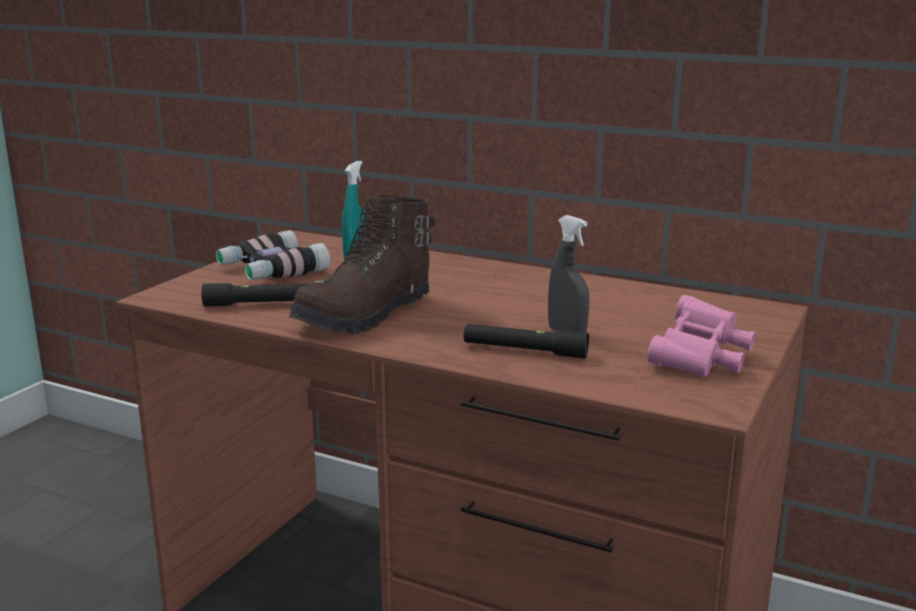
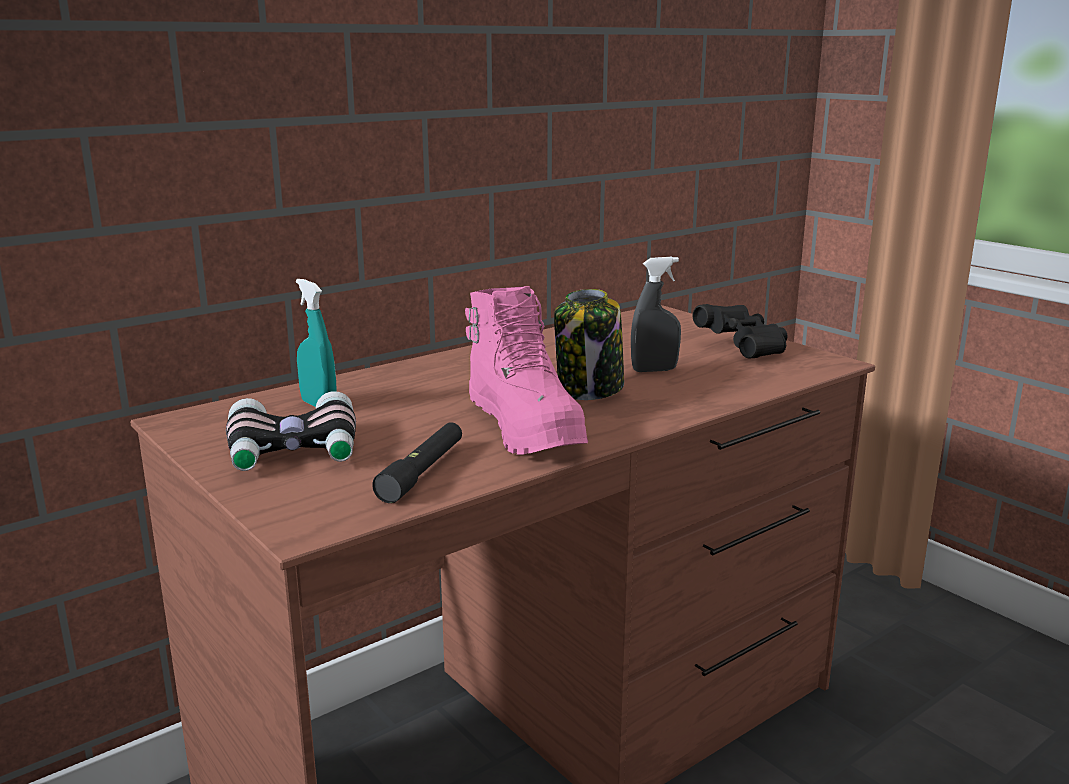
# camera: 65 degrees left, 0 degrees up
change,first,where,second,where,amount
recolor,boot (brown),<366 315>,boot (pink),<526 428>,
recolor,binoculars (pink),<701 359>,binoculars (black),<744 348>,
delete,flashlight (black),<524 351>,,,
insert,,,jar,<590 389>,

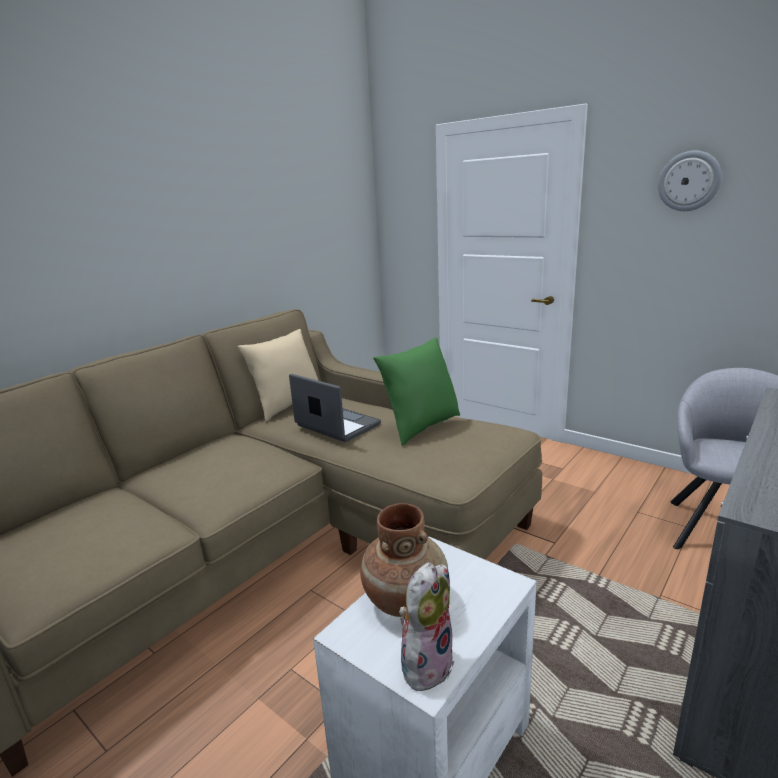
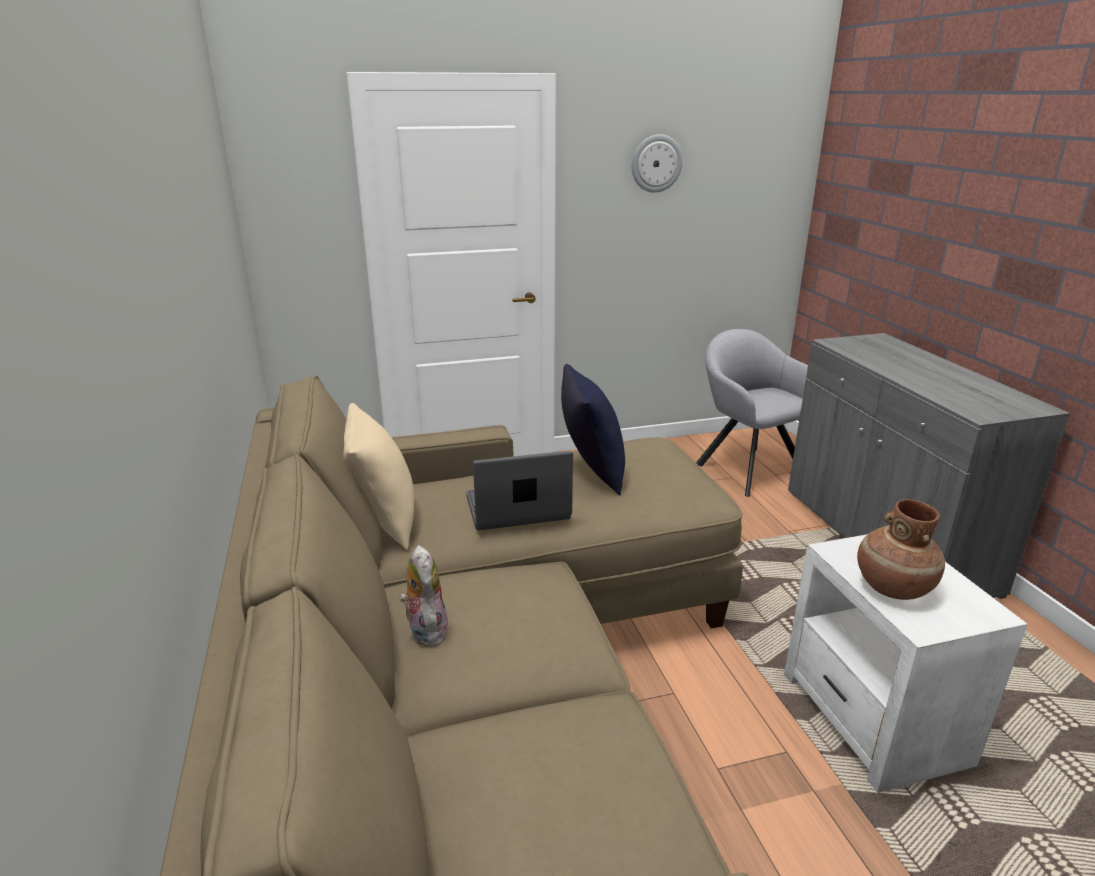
# camera: 55 degrees left, 5 degrees up
change,first,where,second,where,amount
recolor,pillow (green),<421 427>,pillow (blue),<591 471>,
move,plush toy,<426 663>,,<425 630>,

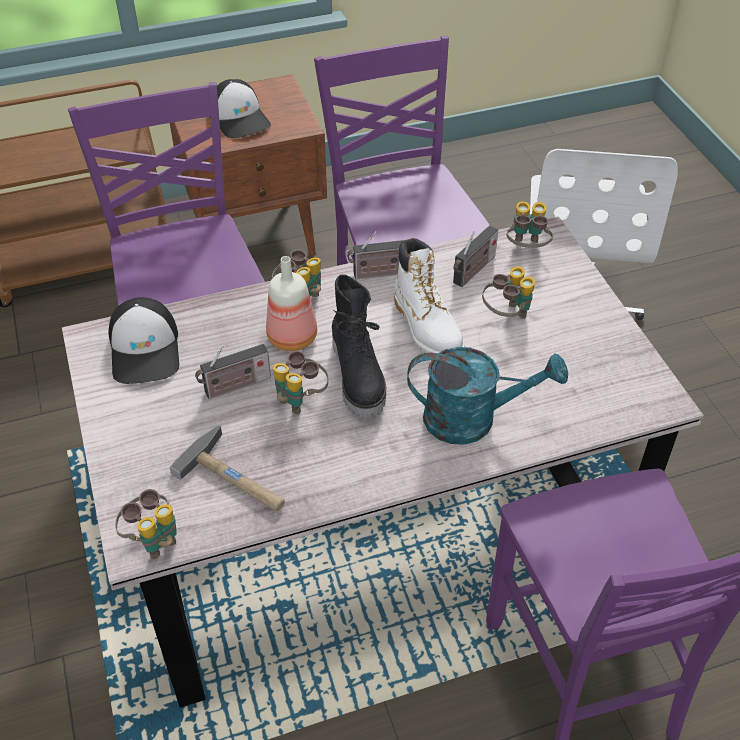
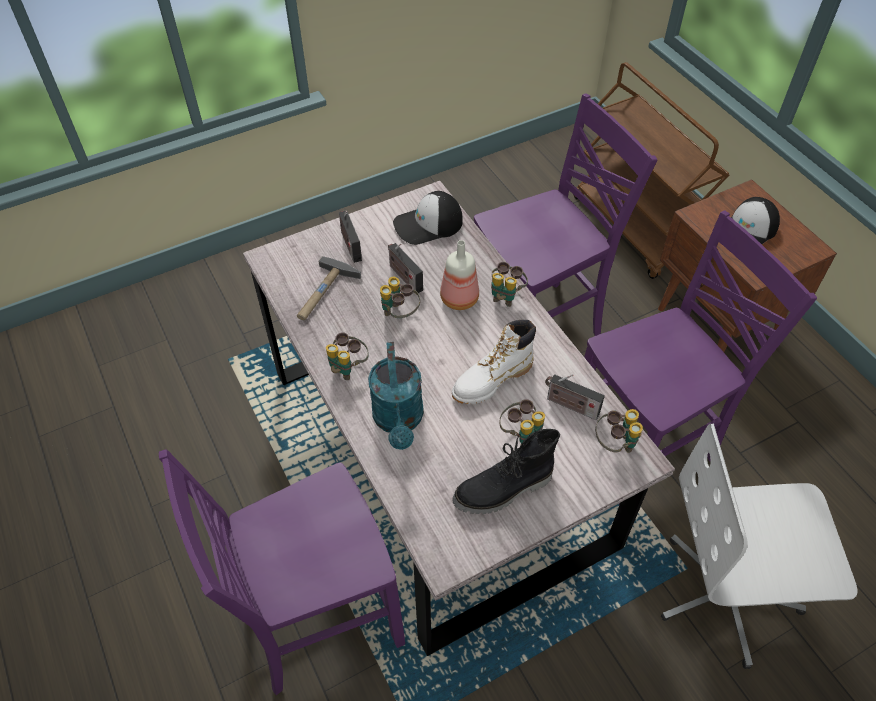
# camera: 80 degrees right, 5 degrees up
change,first,where,second,where,amount
move,radio,<380 273>,,<350 244>,
move,boot (black),<359 377>,,<503 491>,
move,binoculars,<153 539>,,<348 367>,

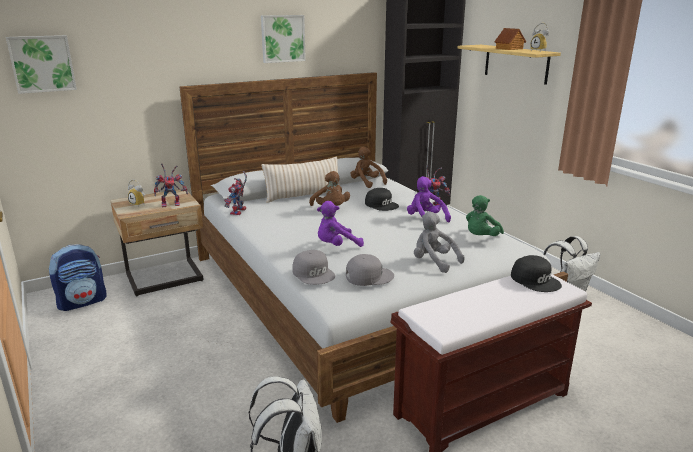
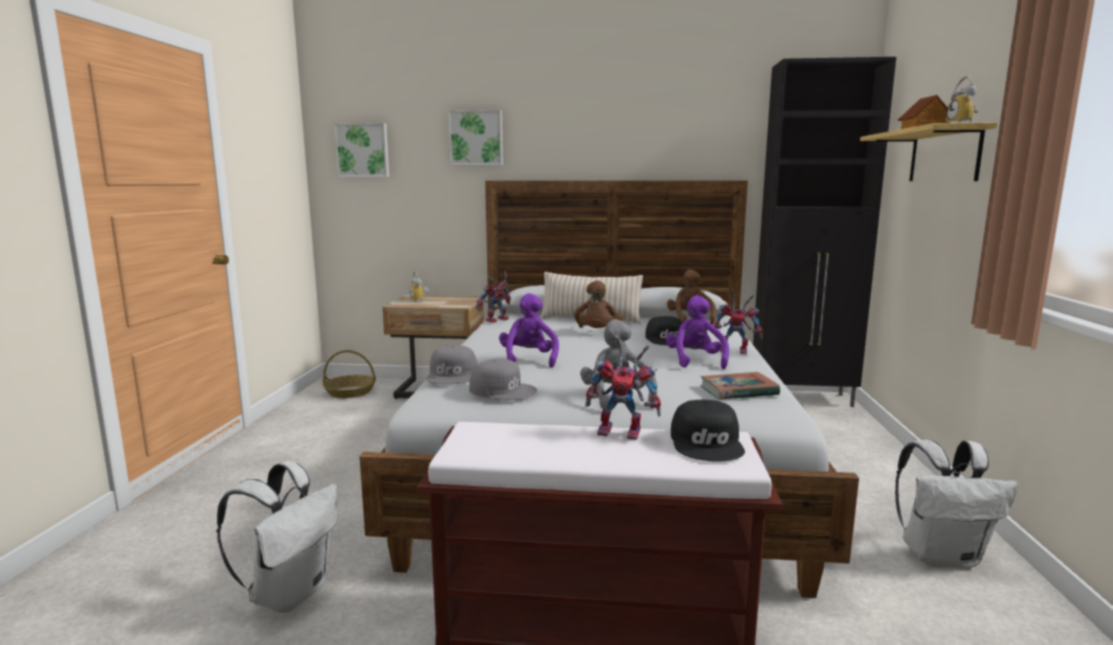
# camera: 35 degrees right, 10 degrees down
change,first,where,second,where,amount
move,picture,<282 38>,,<476 138>,
move,toy robot,<172 204>,,<624 432>,
replace,plush toy (green),<481 237>,book,<738 391>,
rotate,plush toy (purple),<336 246>,,<529 360>,75 degrees clockwise
replace,backpack,<82 302>,basket,<350 392>,

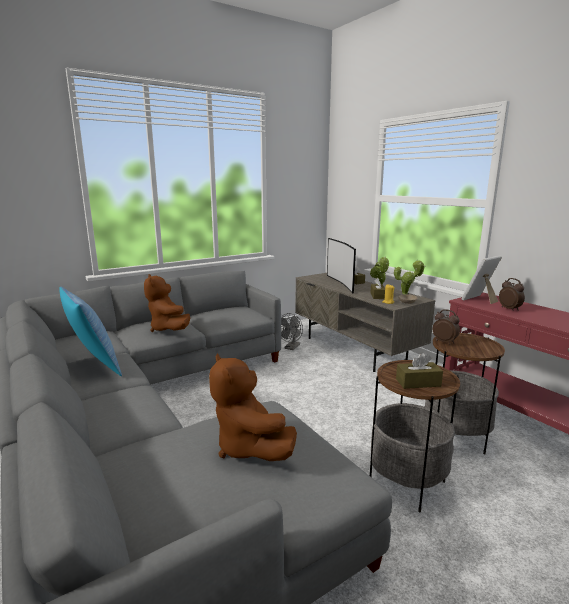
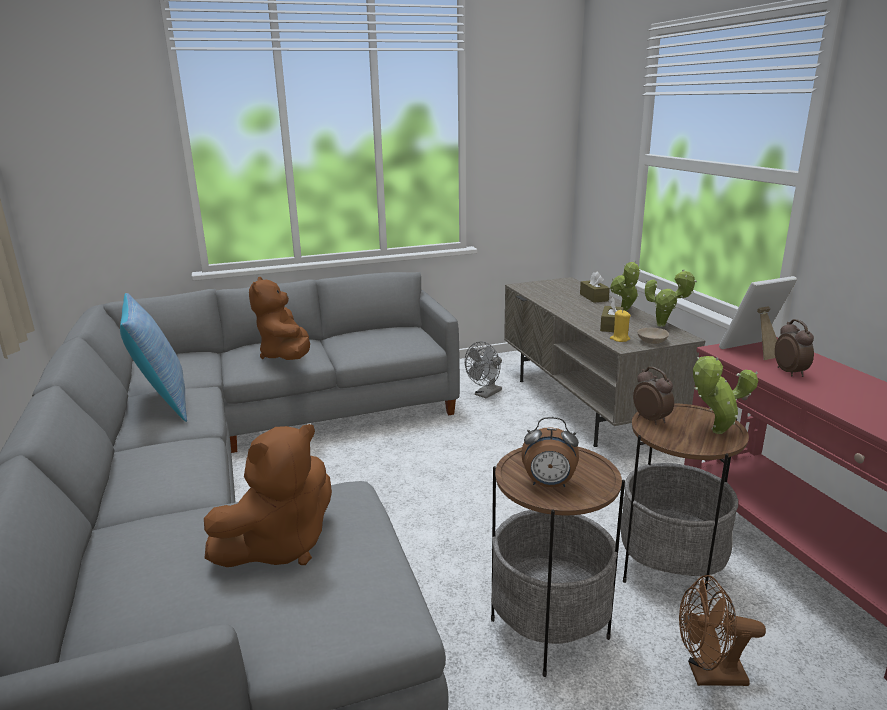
# camera: 15 degrees right, 5 degrees up
change,first,where,second,where,amount
delete,television,<342 283>,,,
rotate,plush toy (brown),<249 447>,,<280 546>,120 degrees counterclockwise
replace,tissue box (brown),<418 382>,alarm clock,<549 484>,
insert,,,potted plant,<714 432>,
insert,,,fan (brown),<708 675>,

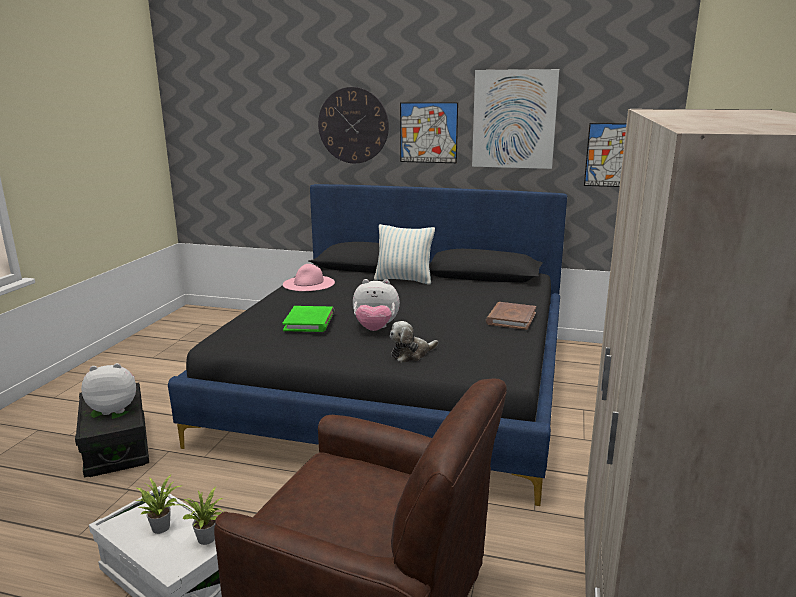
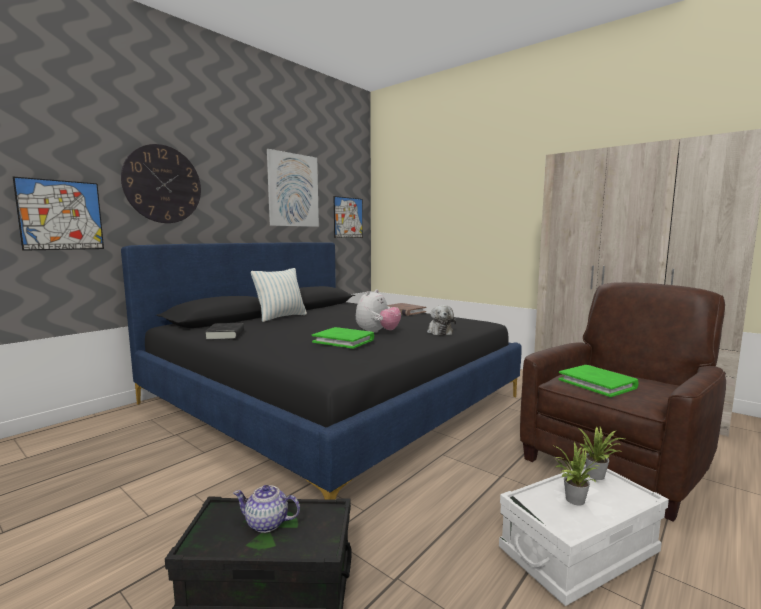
# camera: 65 degrees left, 10 degrees down
change,first,where,second,where,amount
move,picture,<428 132>,,<61 215>,
replace,hat (pink),<308 283>,book (black),<225 335>,
replace,plush toy,<114 408>,teapot,<267 523>,
insert,,,book (green),<597 383>,

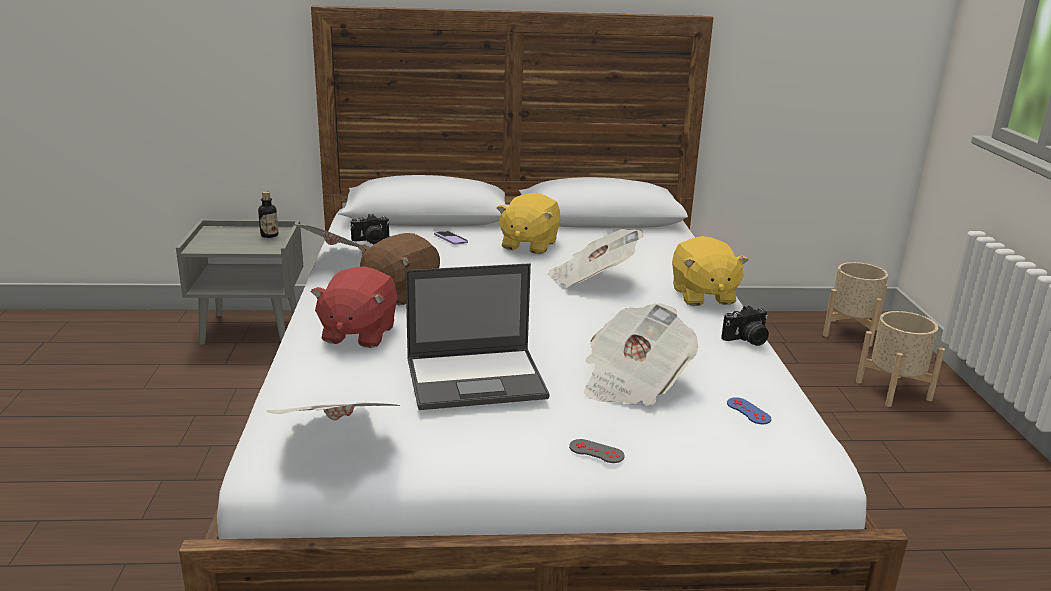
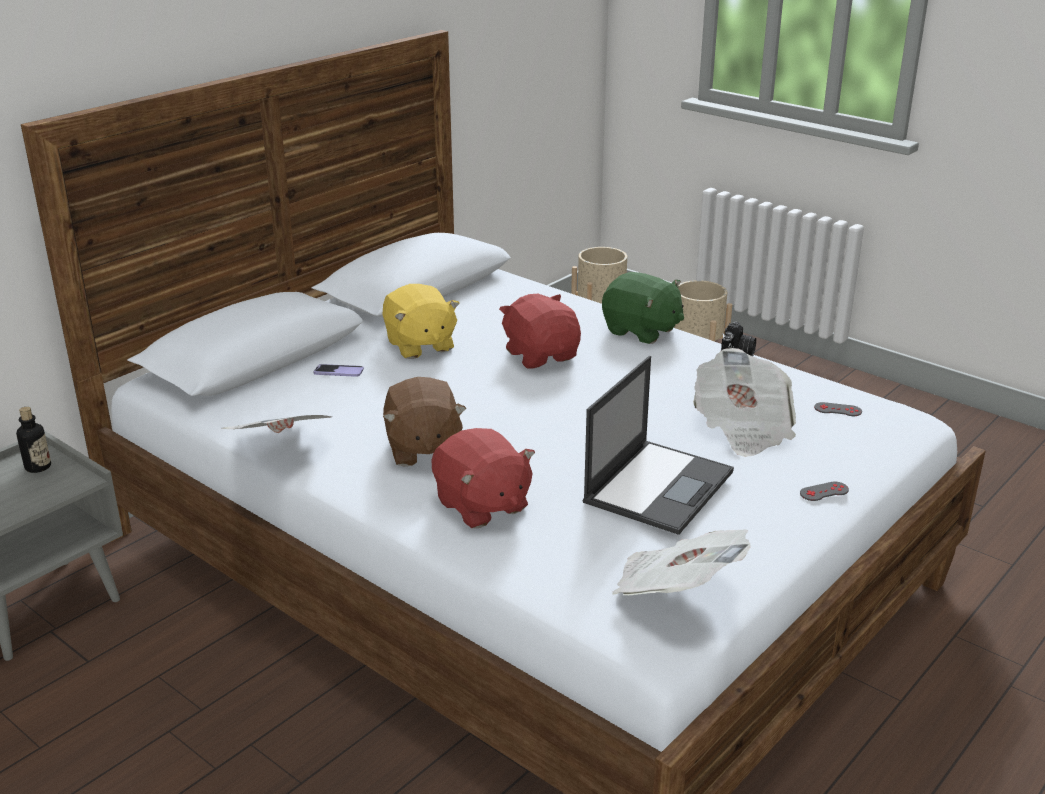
# camera: 45 degrees left, 5 degrees up
change,first,where,second,where,amount
delete,photo camera,<371 241>,,,
replace,newspaper,<592 279>,plush toy (red),<541 355>,
recolor,plush toy (yellow),<702 295>,plush toy (green),<641 331>,
recolor,game controller (blue),<748 411>,game controller (grey),<837 410>,

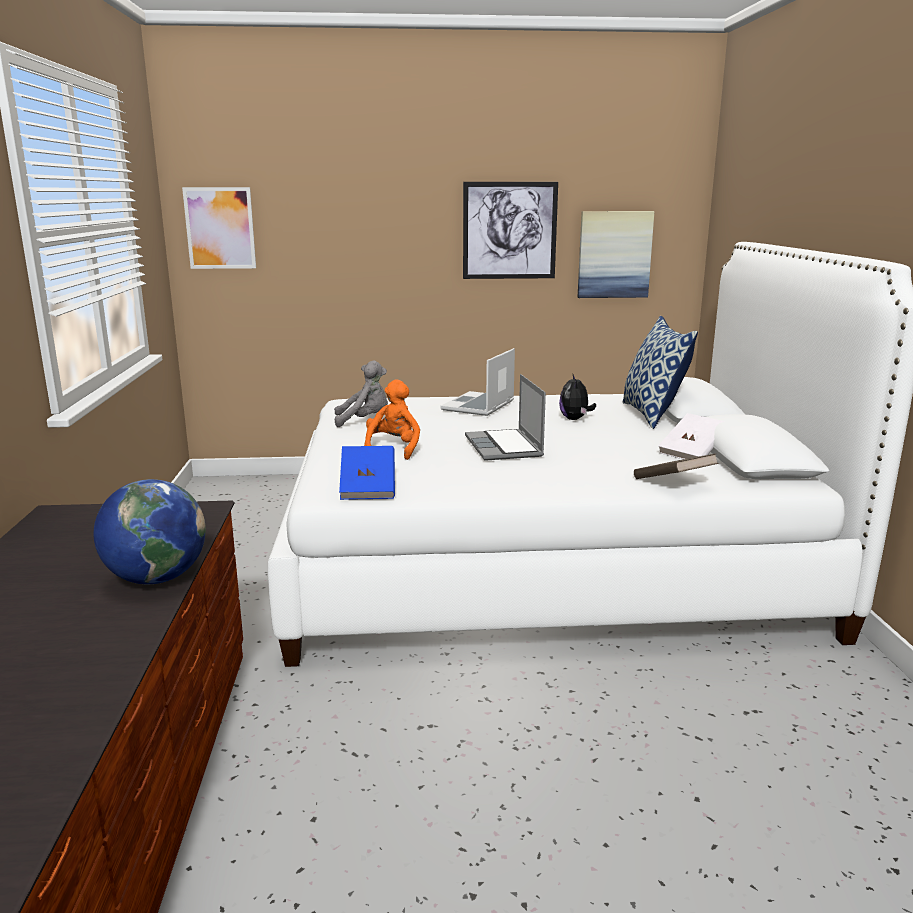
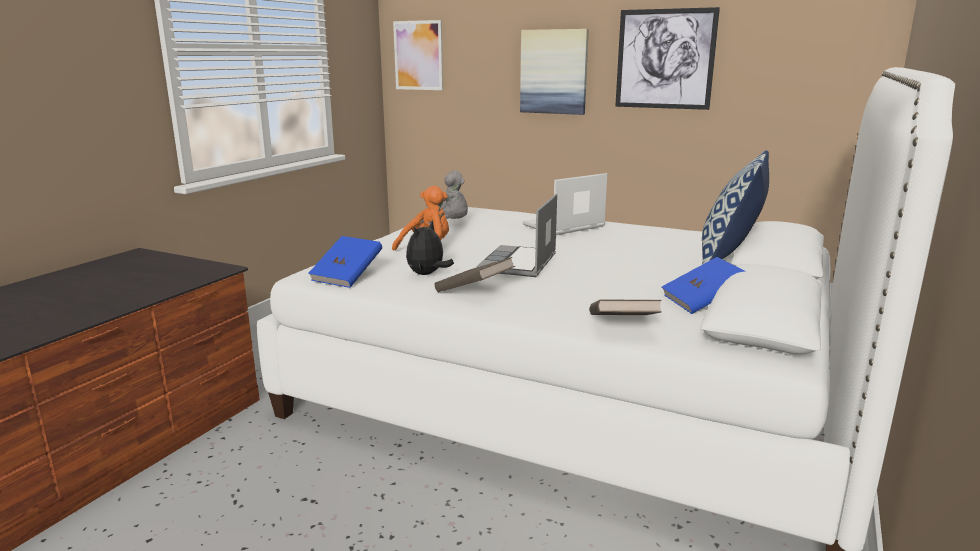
# camera: 30 degrees right, 0 degrees up
change,first,where,second,where,amount
move,picture,<614 254>,,<554 72>,
move,plush toy,<575 419>,,<427 274>,
recolor,book (white),<692 453>,book (blue),<703 302>,
delete,globe,<156 578>,,,
insert,,,book (brown),<474 292>,

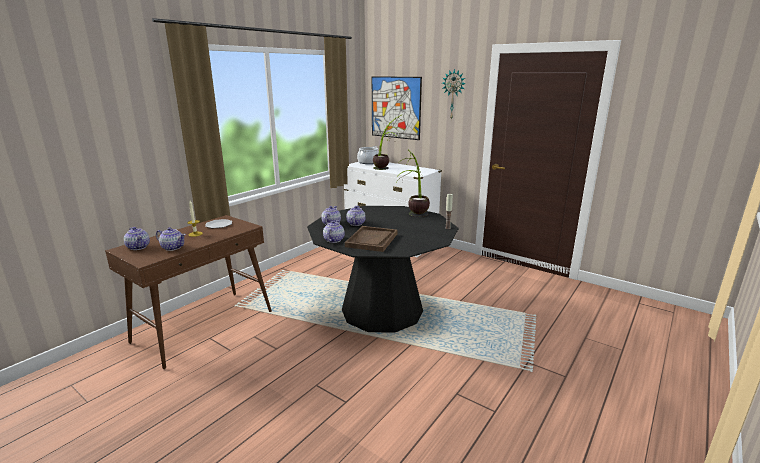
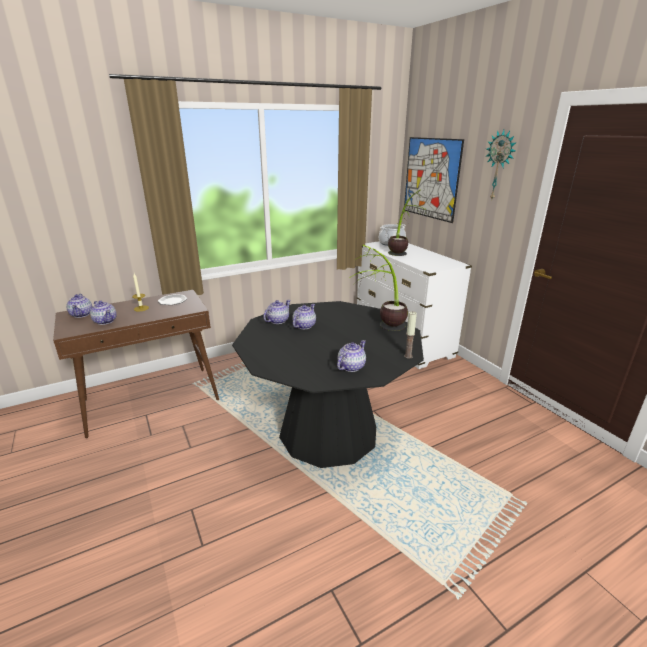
# camera: 25 degrees right, 5 degrees up
change,first,where,second,where,amount
move,teapot,<333 240>,,<350 367>,
delete,tray (brown),<372 240>,,,

